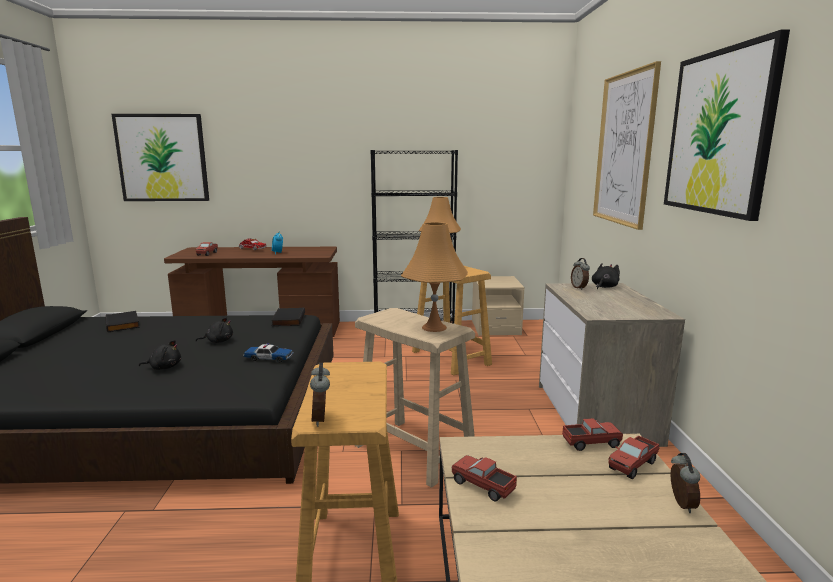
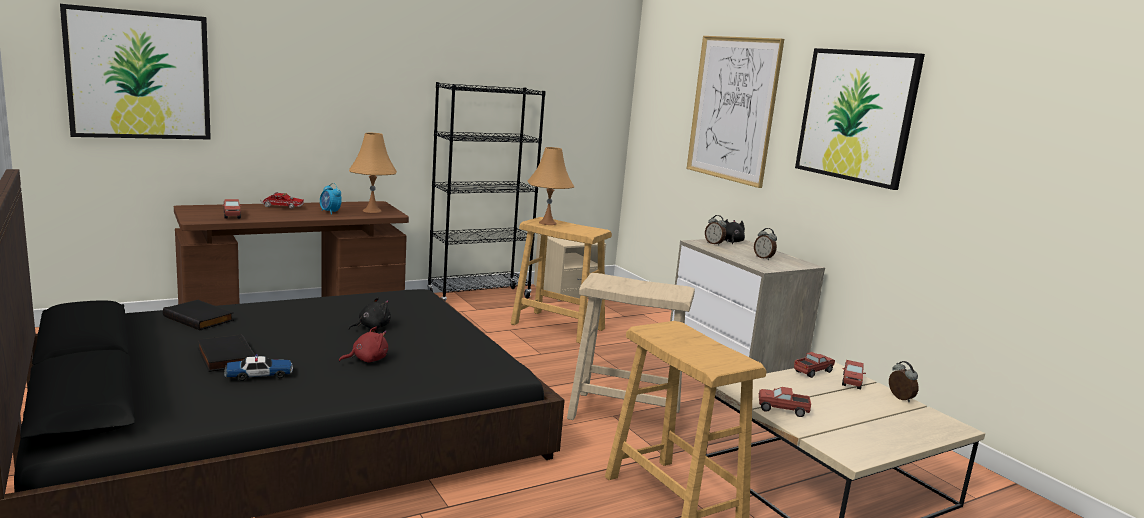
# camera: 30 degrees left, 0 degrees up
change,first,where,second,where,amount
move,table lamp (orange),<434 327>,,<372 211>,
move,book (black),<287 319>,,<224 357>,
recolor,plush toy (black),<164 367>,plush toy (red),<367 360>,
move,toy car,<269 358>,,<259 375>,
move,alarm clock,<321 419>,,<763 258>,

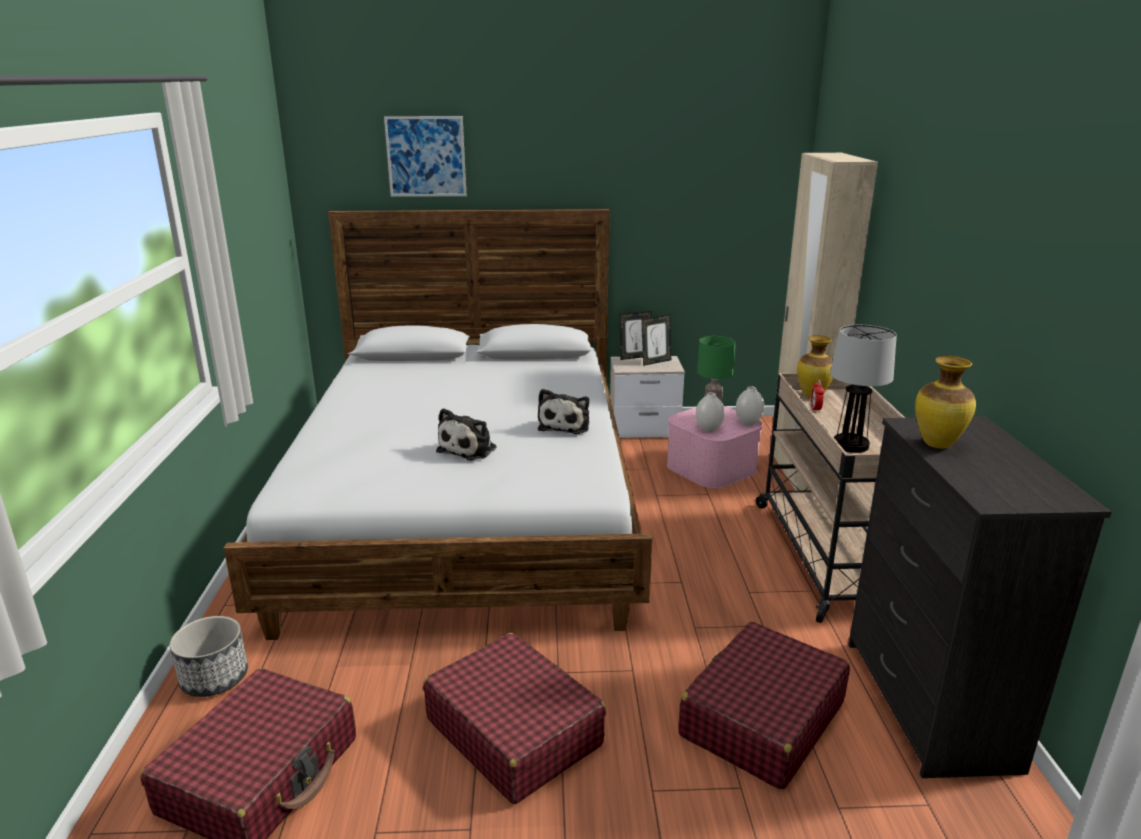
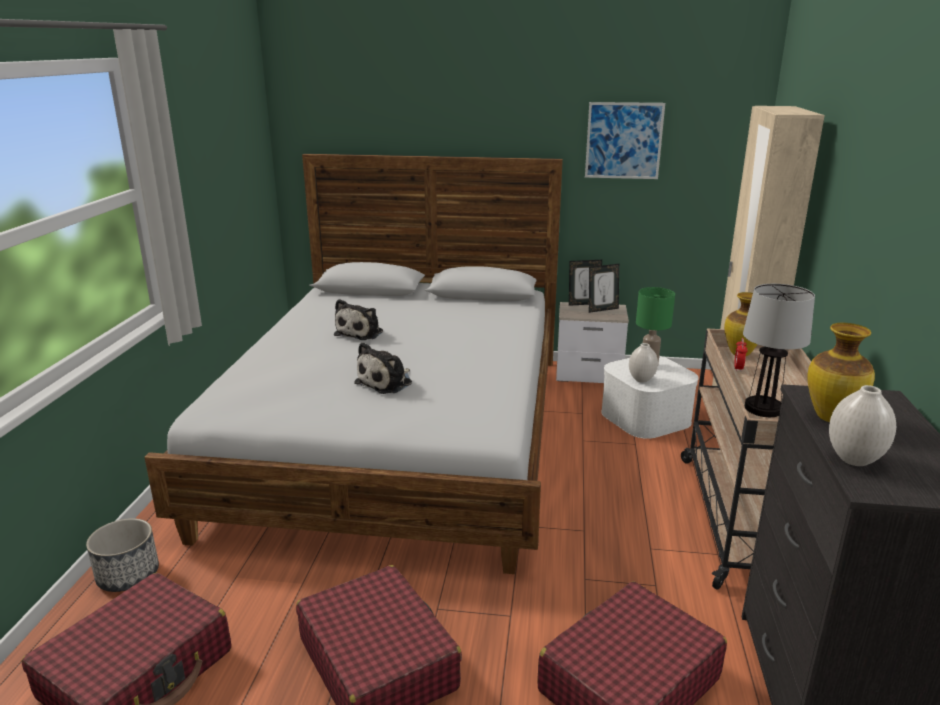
# camera: 10 degrees right, 0 degrees up
change,first,where,second,where,amount
move,picture,<426 156>,,<623 141>,
move,vase (white),<748 423>,,<853 460>,
move,plush toy,<565 425>,,<361 332>,
recolor,storage box (pink),<711 467>,storage box (white),<645 417>,

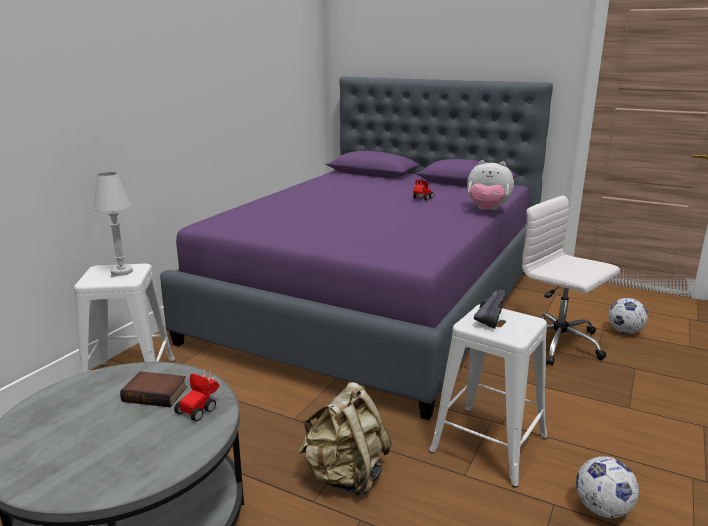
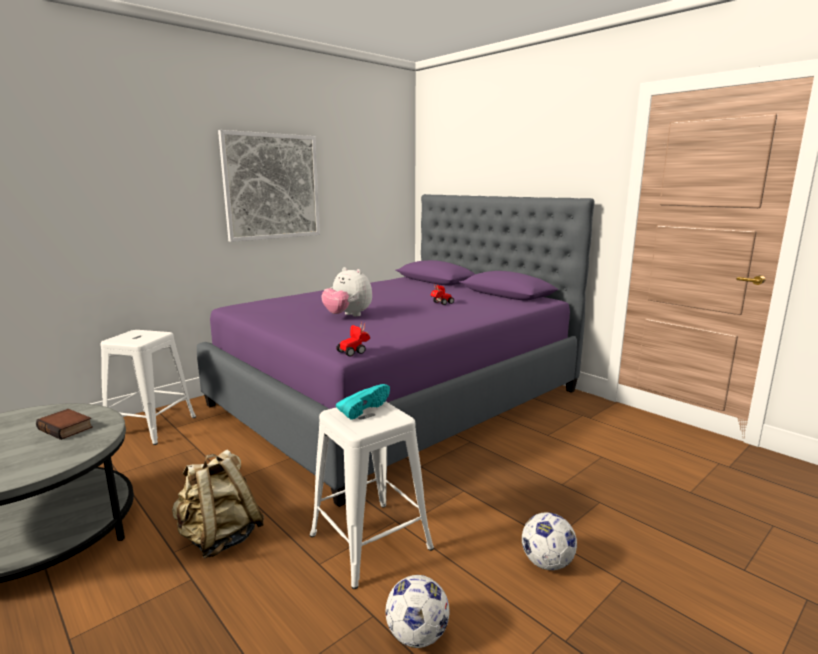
# camera: 20 degrees right, 5 degrees down
change,first,where,second,where,amount
move,plush toy,<487 210>,,<348 316>,
delete,table lamp (white),<122 272>,,,
delete,office chair (white),<560 344>,,,
recolor,shoe (black),<488 317>,shoe (turquoise),<363 409>,
move,football,<624 331>,,<547 563>,
move,toy car,<200 408>,,<355 351>,
insert,,,picture,<272 187>,

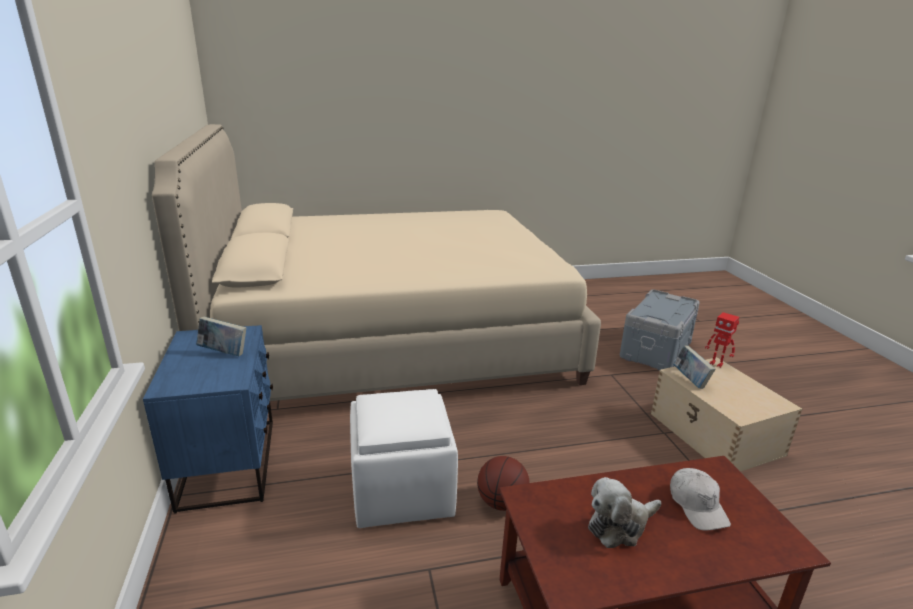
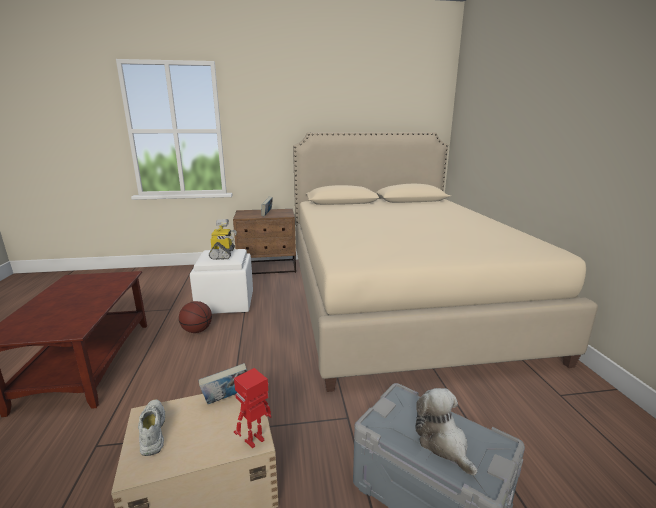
# camera: 95 degrees right, 5 degrees down
change,first,where,second,where,amount
recolor,nightstand (blue),<230 463>,nightstand (brown),<268 267>,
delete,cap (white),<697 505>,,,
move,plush toy,<620 525>,,<443 442>,
insert,,,toy robot,<223 254>,
insert,,,shoe (white),<151 431>,

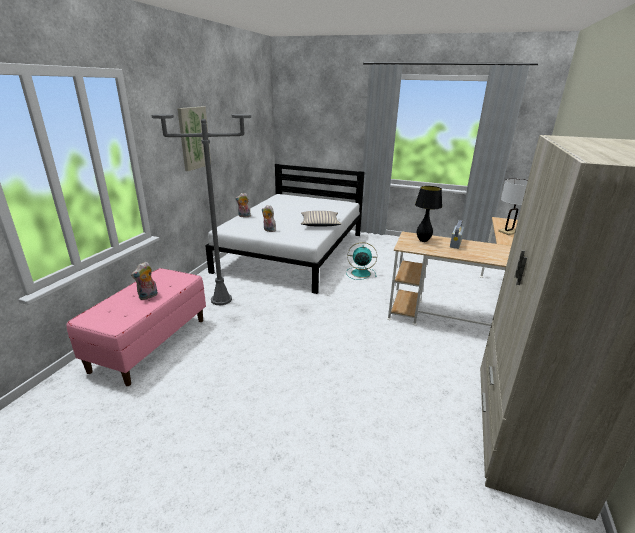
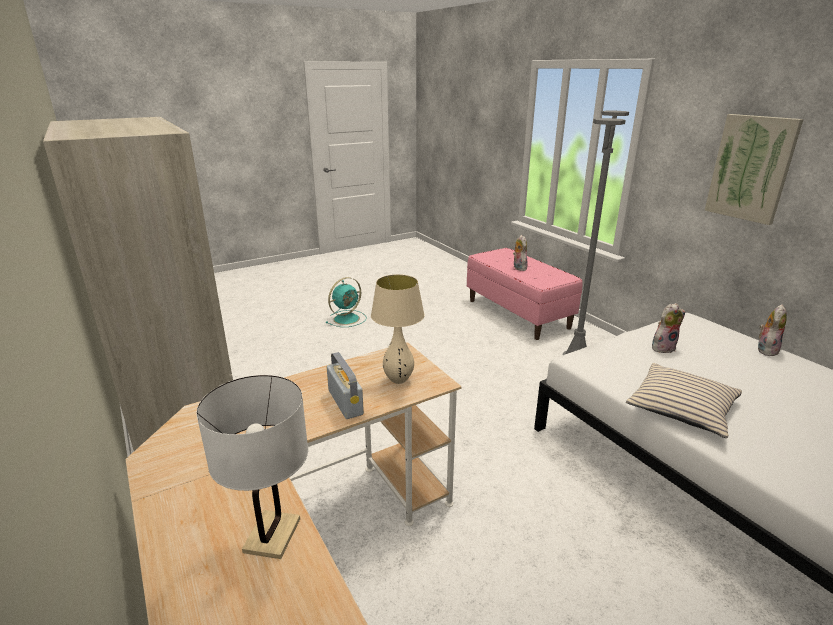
# camera: 130 degrees right, 0 degrees up
change,first,where,second,where,amount
recolor,table lamp (black),<423 240>,table lamp (beige),<398 380>,
move,fan (turquoise),<360 273>,,<347 318>,

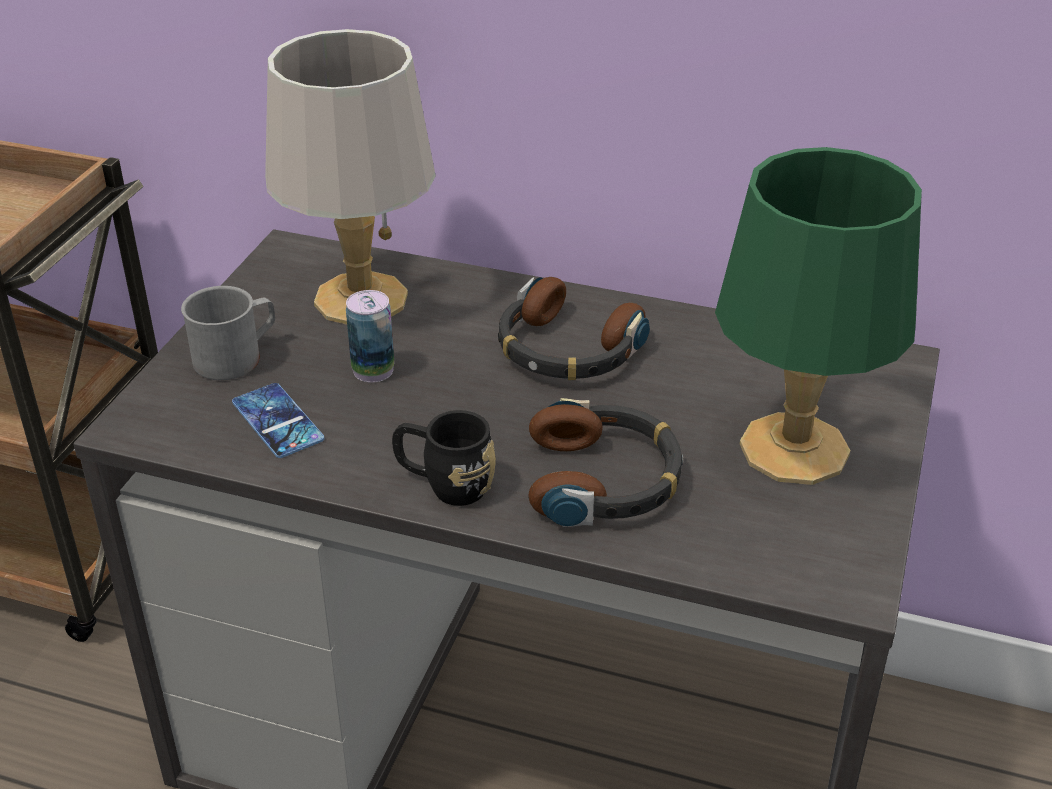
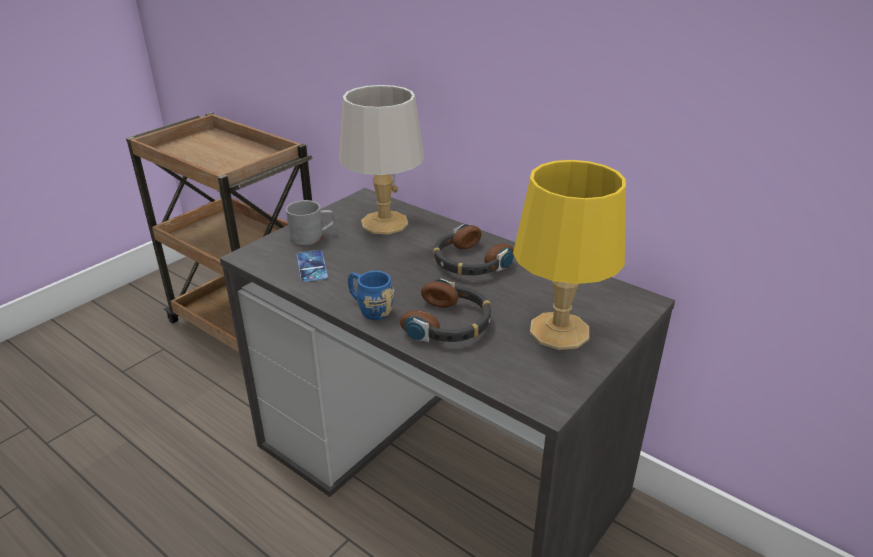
# camera: 20 degrees right, 5 degrees down
change,first,where,second,where,amount
recolor,table lamp (green),<791 450>,table lamp (yellow),<557 331>,
delete,can,<373 370>,,,
recolor,mug (black),<445 485>,mug (blue),<370 309>,

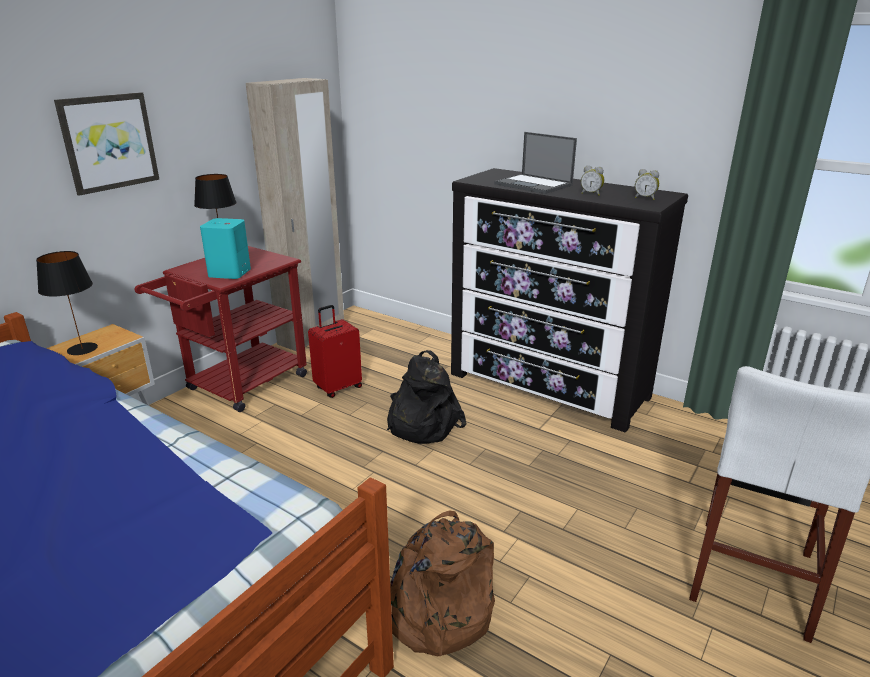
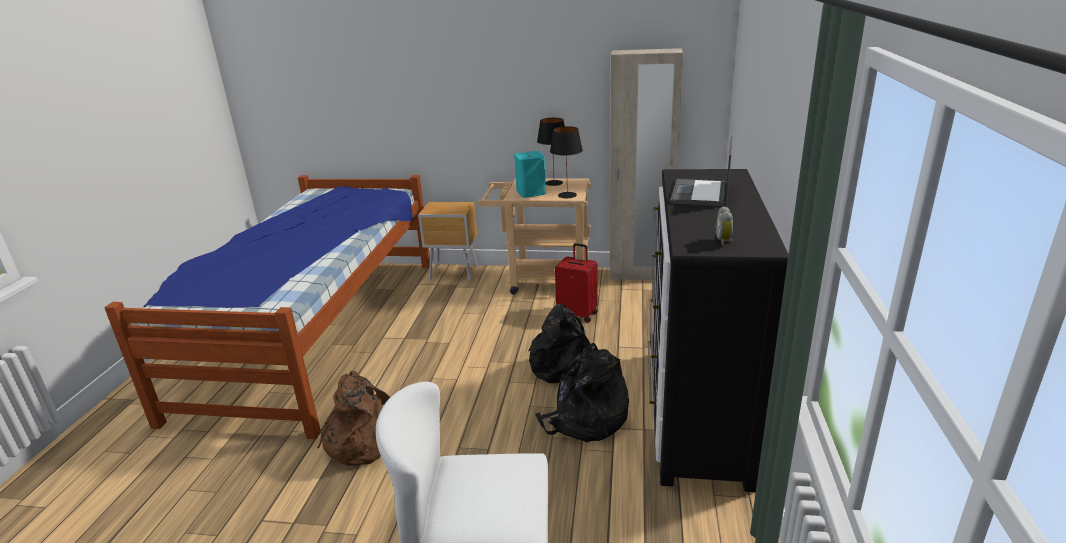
# camera: 65 degrees right, 0 degrees up
change,first,where,second,where,amount
delete,picture,<109 142>,,,
delete,alarm clock,<591 194>,,,
recolor,cart (red),<240 386>,cart (beige),<541 281>,
move,table lamp (black),<82 349>,,<567 195>,
insert,,,backpack (black),<585 420>,

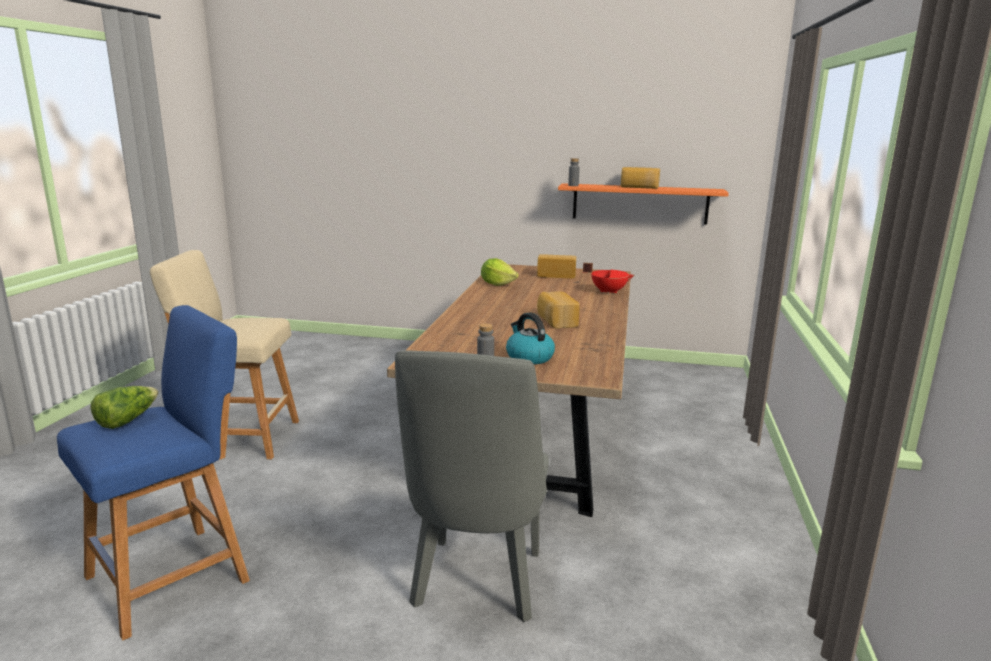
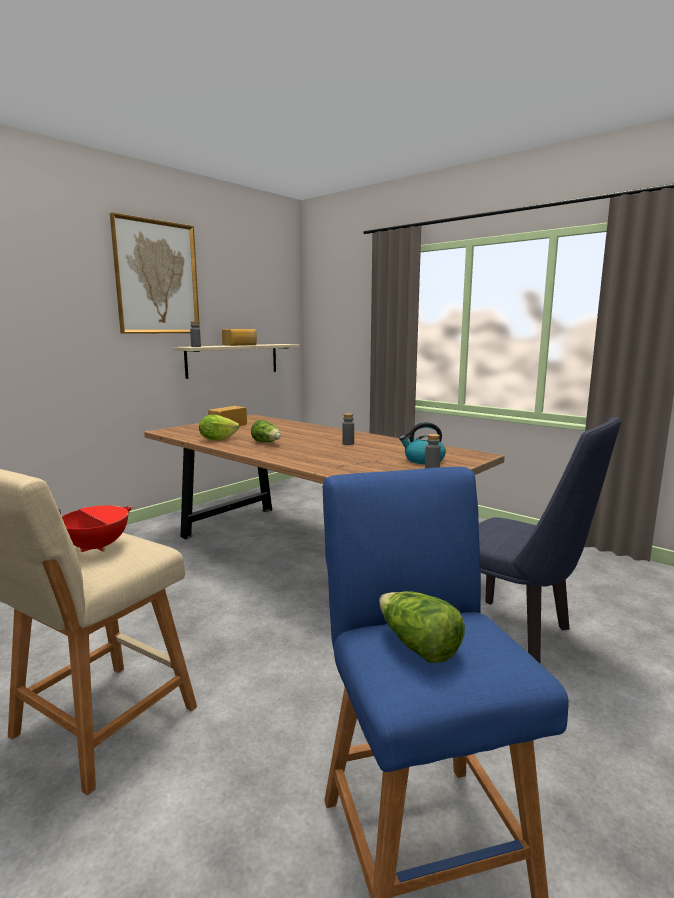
# camera: 60 degrees left, 5 degrees down
change,first,where,second,where,amount
recolor,shelf (orange),<640 203>,shelf (beige),<233 360>,
move,cooking pot (red),<608 292>,,<95 547>,
replace,bread,<556 321>,bottle (grey),<348 443>,
recolor,chair (grey),<477 587>,chair (blue),<521 636>,
insert,,,picture,<157 278>,
insert,,,lettuce,<267 443>,

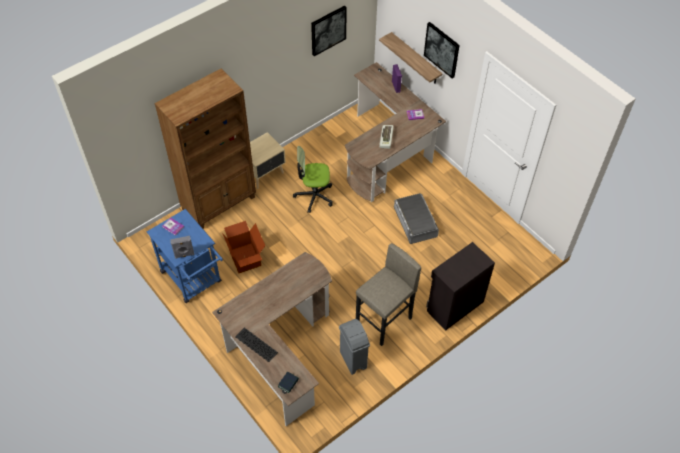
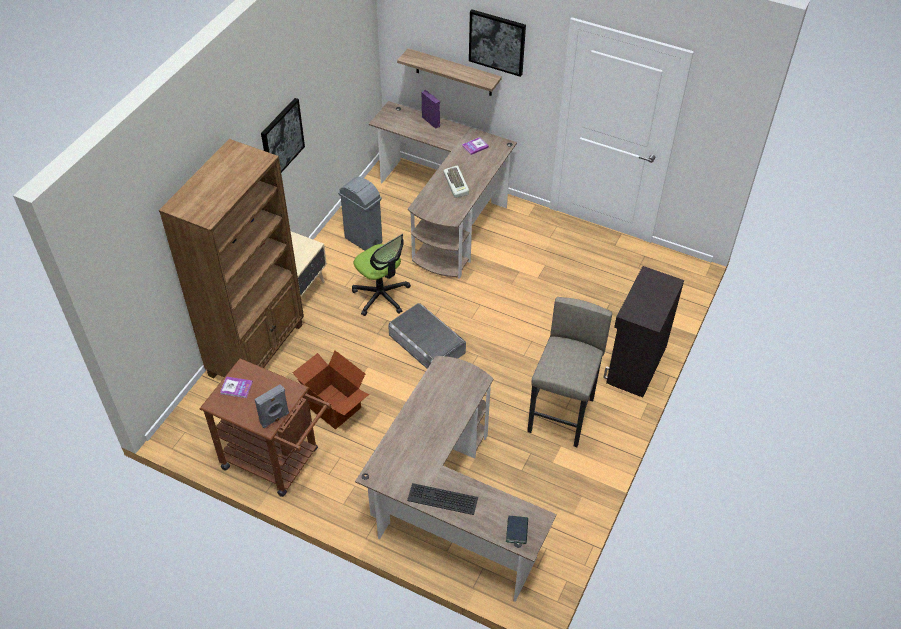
# camera: 25 degrees left, 5 degrees down
change,first,where,second,where,amount
move,picture,<328 30>,,<281 139>,
rotate,office chair,<314 196>,,<381 296>,105 degrees counterclockwise
move,storage box (grey),<415 221>,,<426 343>,
recolor,cart (blue),<194 280>,cart (brown),<277 461>,
move,trash can (grey),<353 360>,,<363 240>,

